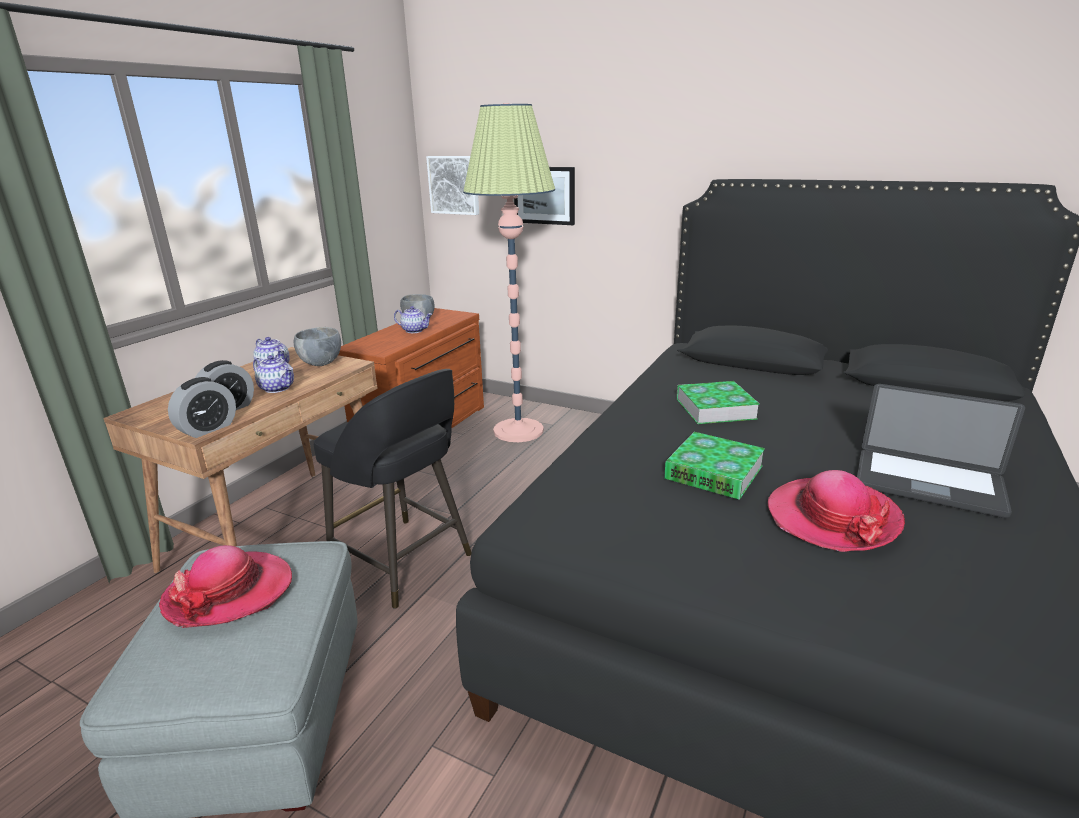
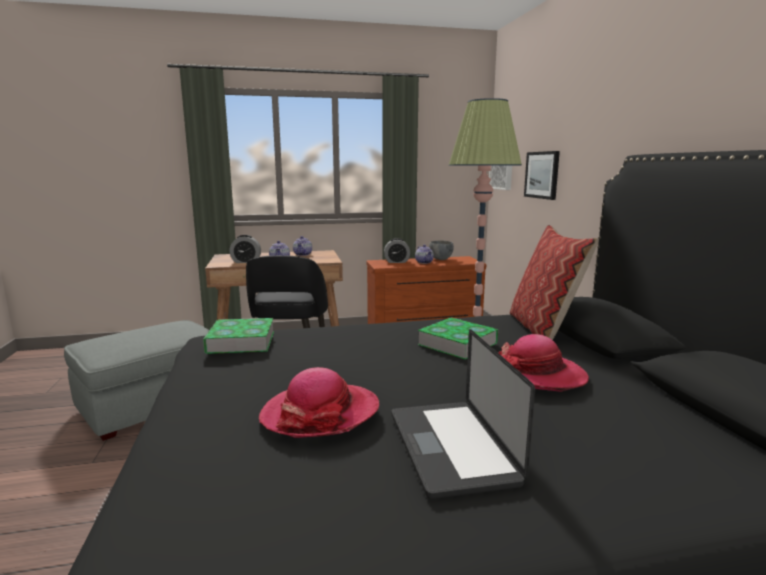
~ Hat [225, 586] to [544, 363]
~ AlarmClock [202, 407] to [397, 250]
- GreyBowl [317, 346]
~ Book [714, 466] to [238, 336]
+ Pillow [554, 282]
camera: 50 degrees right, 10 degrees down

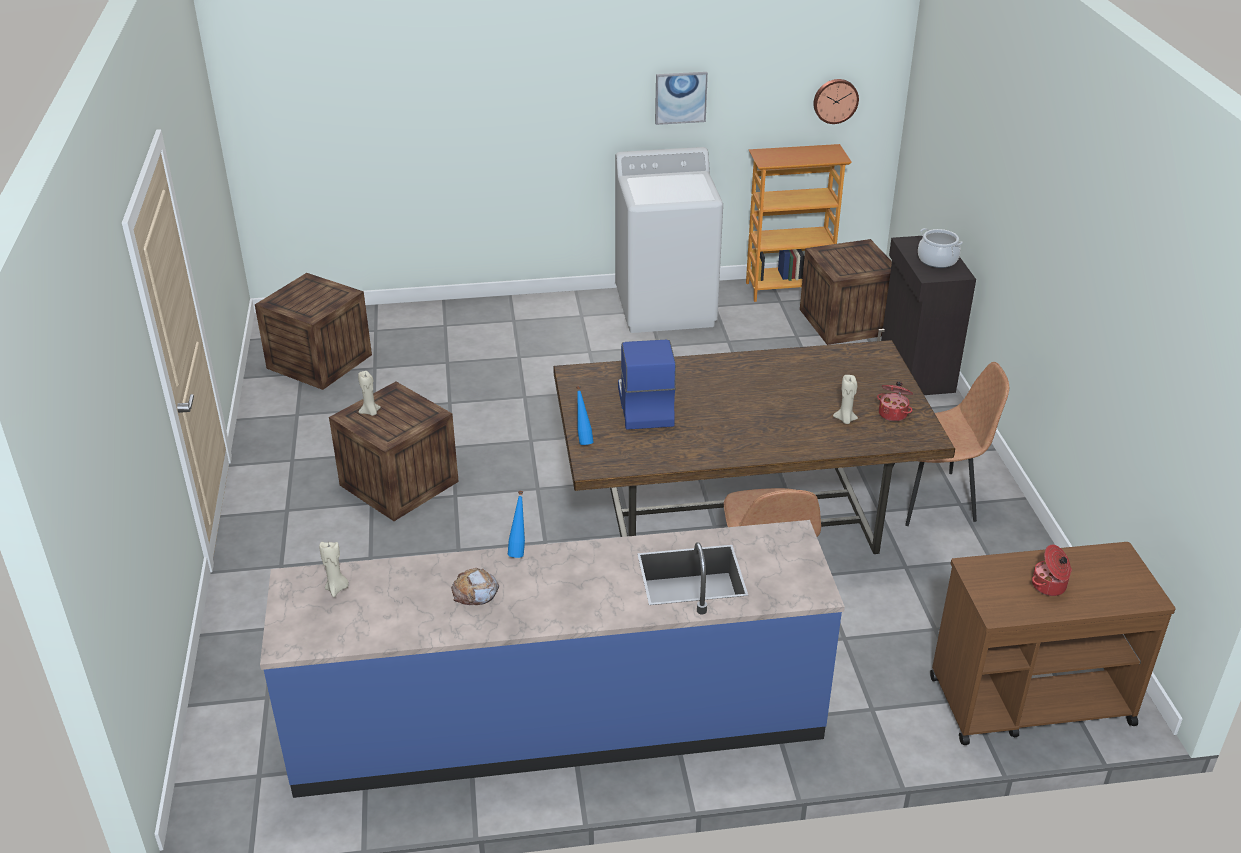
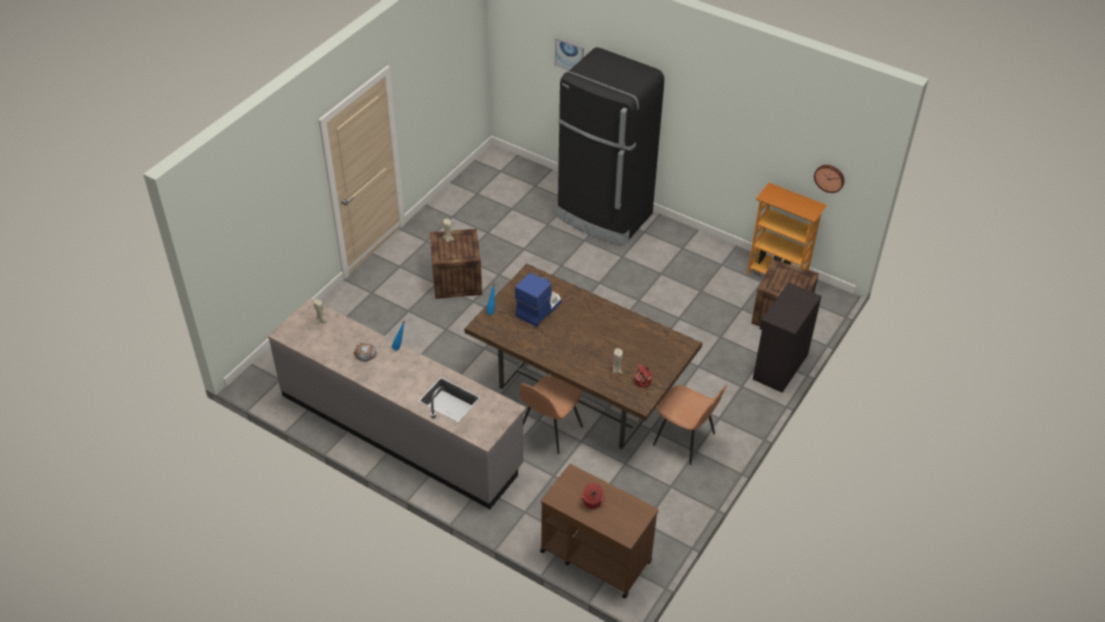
- Crate [313, 331]
~ BlueCounter [552, 659] to GreyCounter [397, 403]
- WhiteWashingMachine [669, 240]
~ Picture [681, 98] to [569, 54]
- CookingPot [940, 248]
+ BlackFridge [610, 146]
camera: 40 degrees right, 10 degrees up

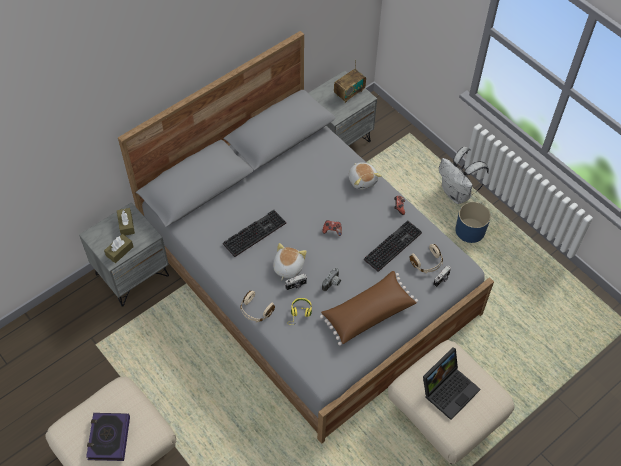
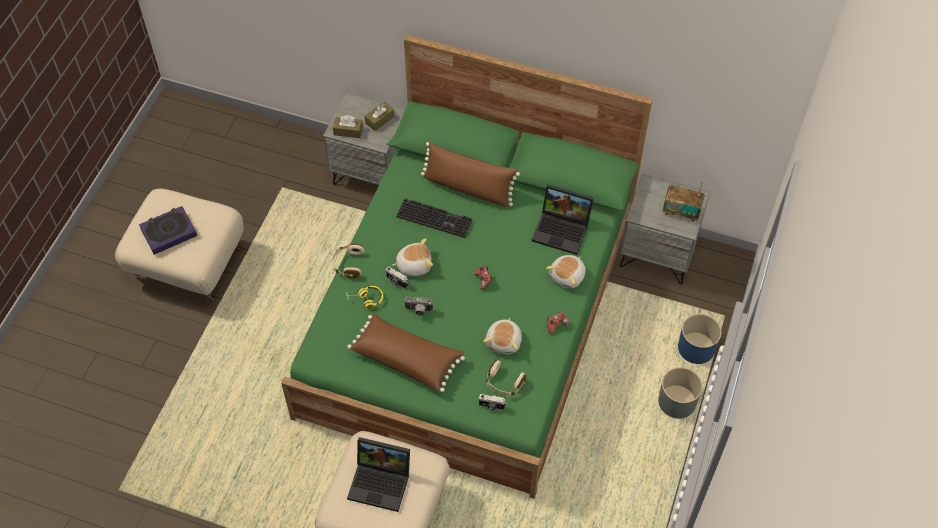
~ GreyBed [306, 237] to GreenBed [467, 267]
~ Keyboard [393, 246] to PlushToy [502, 336]
~ WhiteBackpack [464, 175] to GreyPlanter [680, 392]
~ BluePlanter [473, 222] to [700, 339]
+ BrownPillow [470, 174]
+ Laptop [563, 220]
camera: 60 degrees right, 0 degrees up

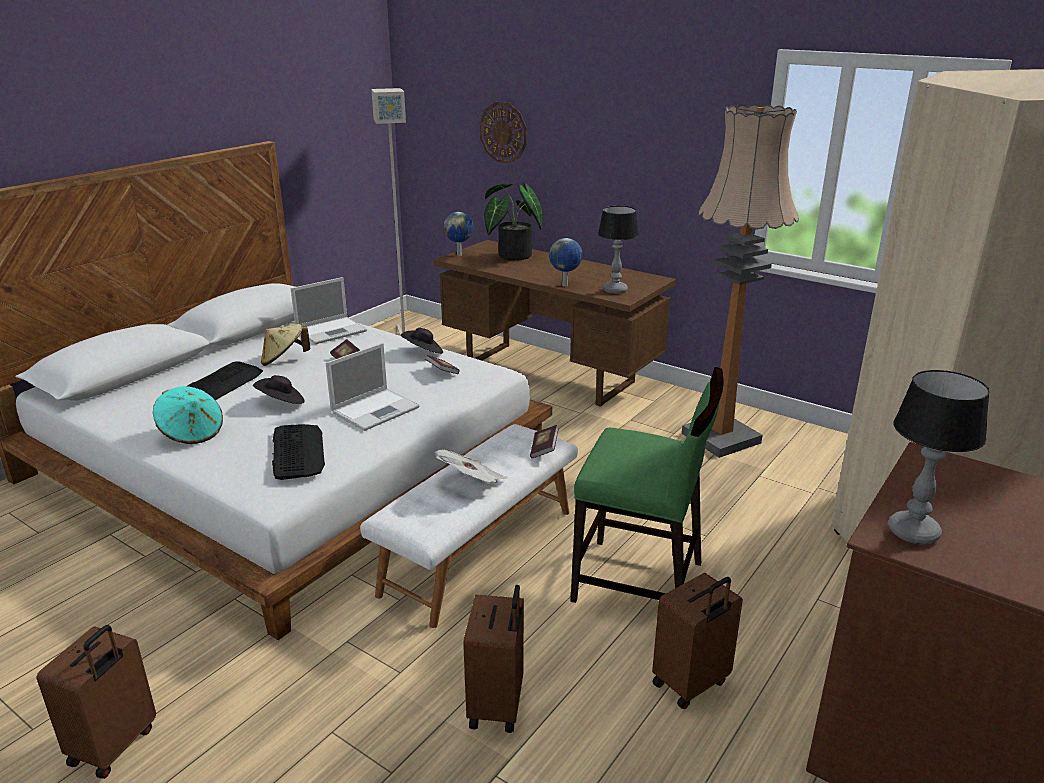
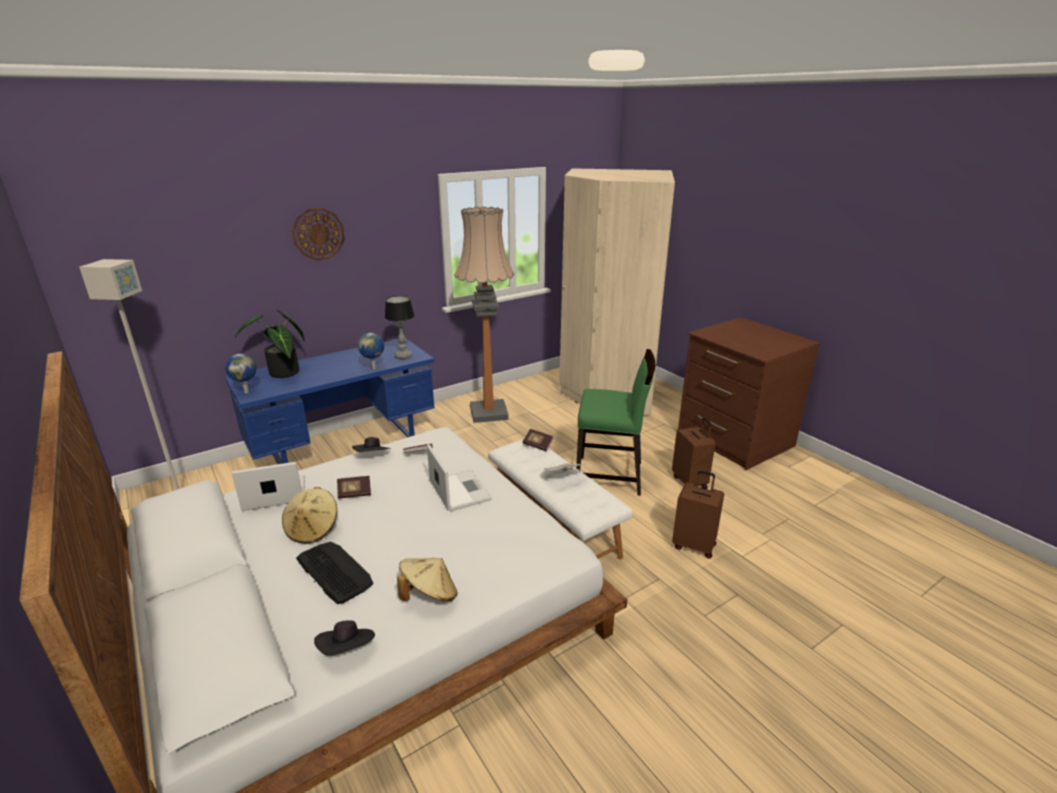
- BrownSuitcase [96, 702]
~ TurquoiseHat [188, 415] to BeigeHat [427, 579]
~ BlackHat [279, 389] to [344, 638]
- Keyboard [298, 452]
~ Laptop [329, 310] = [268, 486] 90 degrees counterclockwise
~ BrownDesk [554, 323] to BlueDesk [329, 401]
~ WallClock [503, 132] to [318, 234]
~ GreenChair [646, 485] = [615, 422] 60 degrees clockwise
- TableLamp [939, 457]
camera: 70 degrees left, 0 degrees up

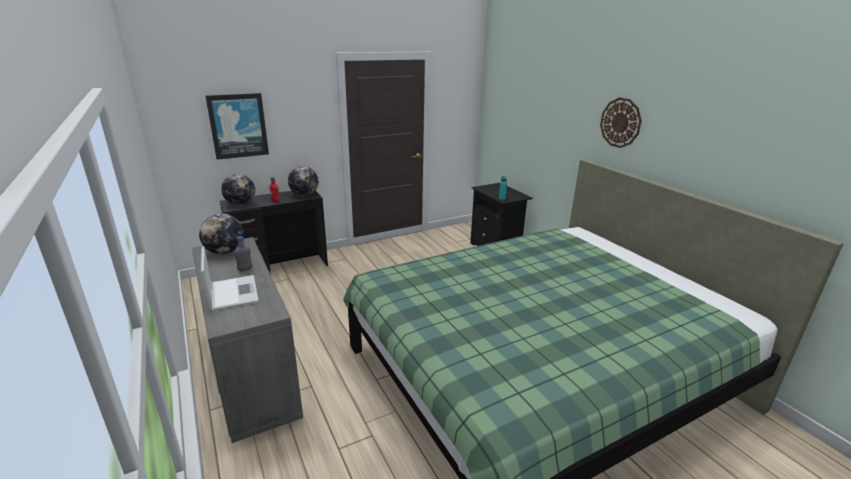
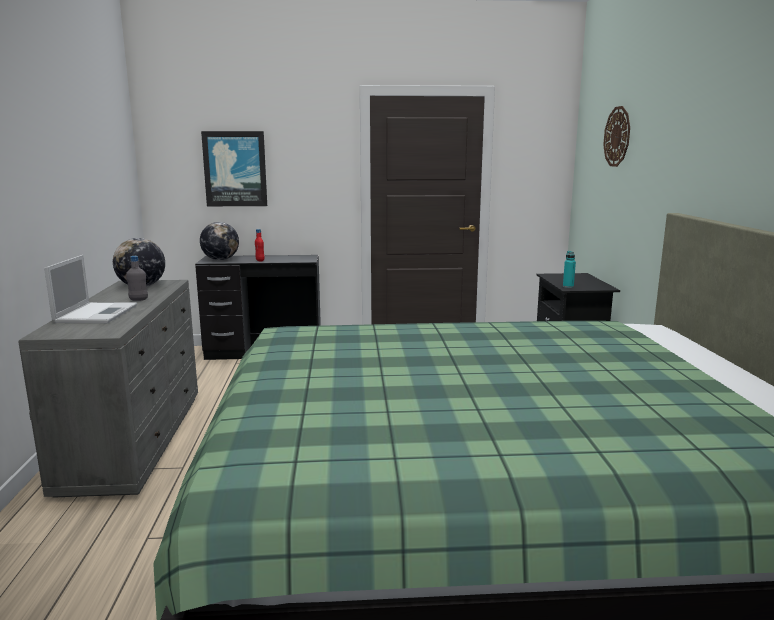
- Globe [303, 181]
~ WallClock [621, 123] to [616, 136]
camera: 25 degrees right, 10 degrees down

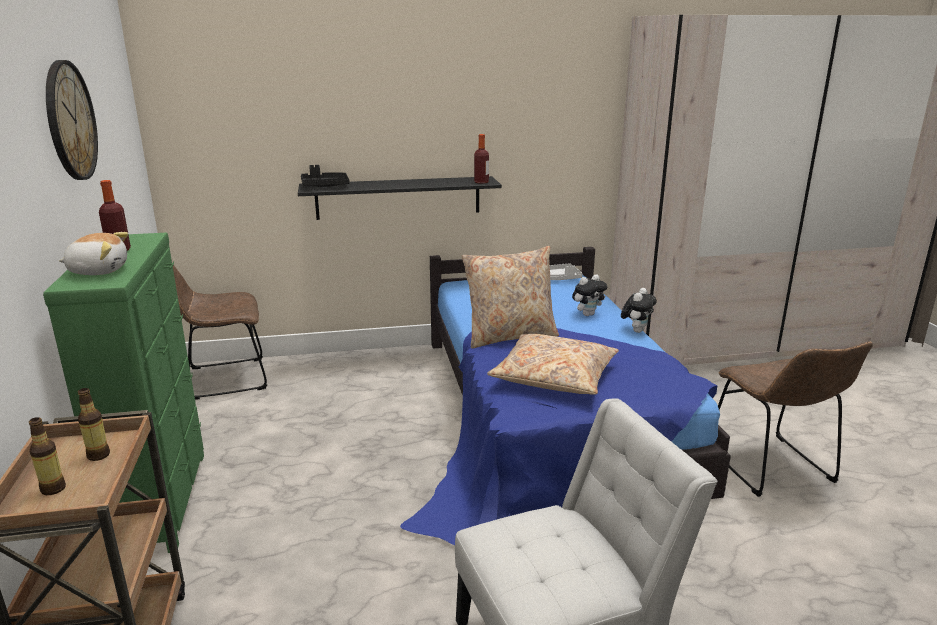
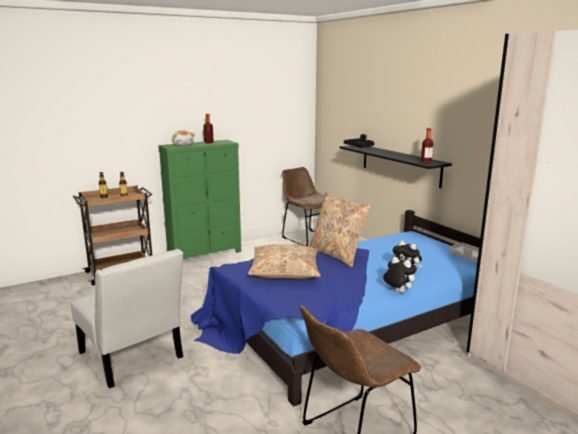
- WallClock [72, 120]
~ PlushToy [639, 310] = [400, 275] 150 degrees counterclockwise
camera: 70 degrees right, 5 degrees down

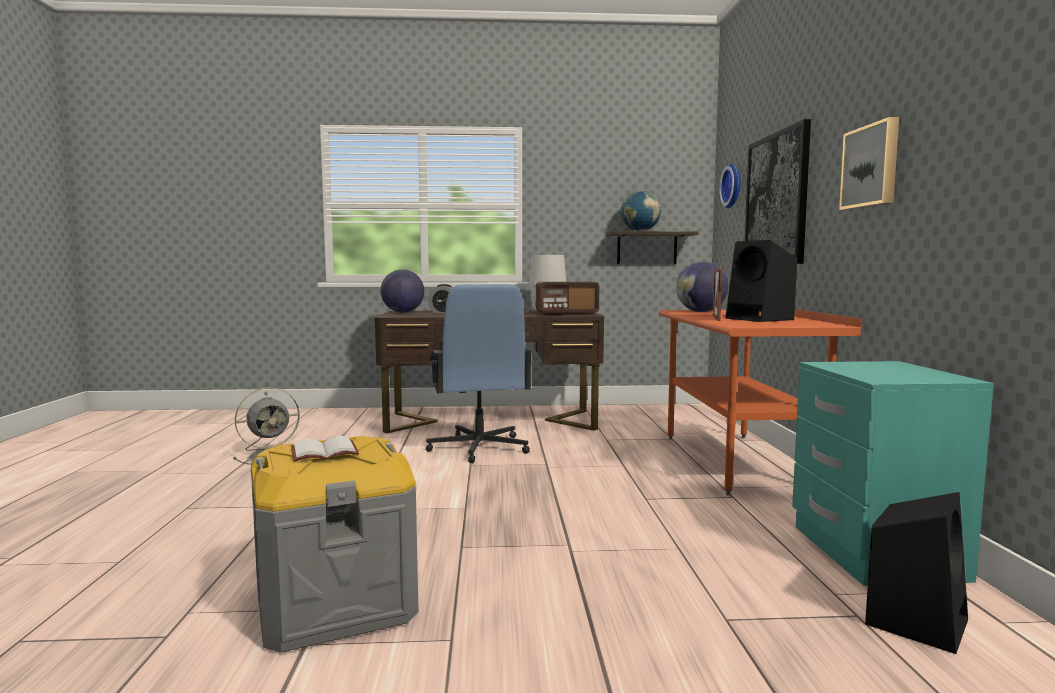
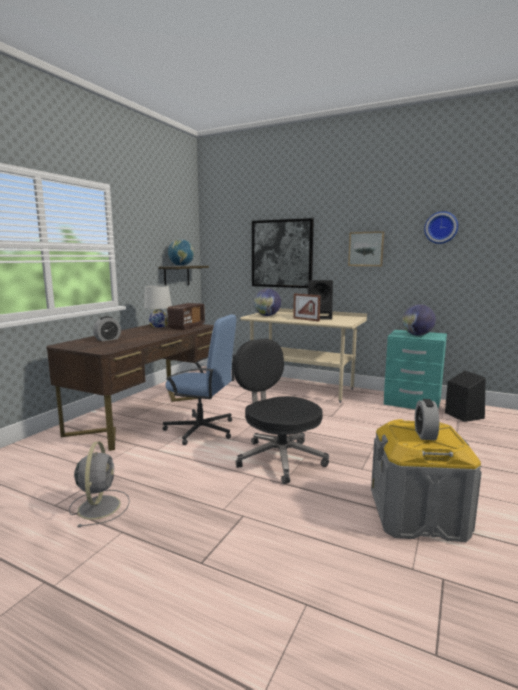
~ WhiteBook [325, 449] to AlarmClock [427, 419]
~ Globe [402, 291] to [419, 320]
~ OrangeDesk [760, 402] to BeigeDesk [303, 355]
~ WallClock [730, 186] to [441, 227]
+ BlackOfficeChair [281, 411]
camera: 60 degrees left, 5 degrees up

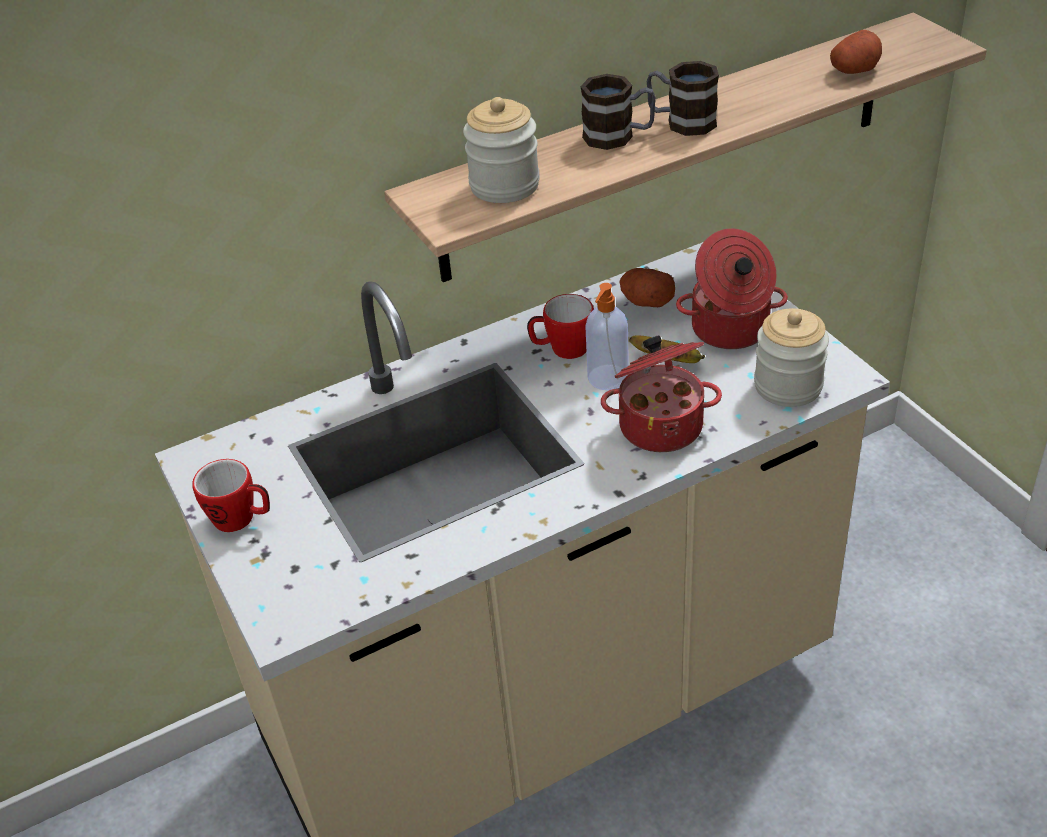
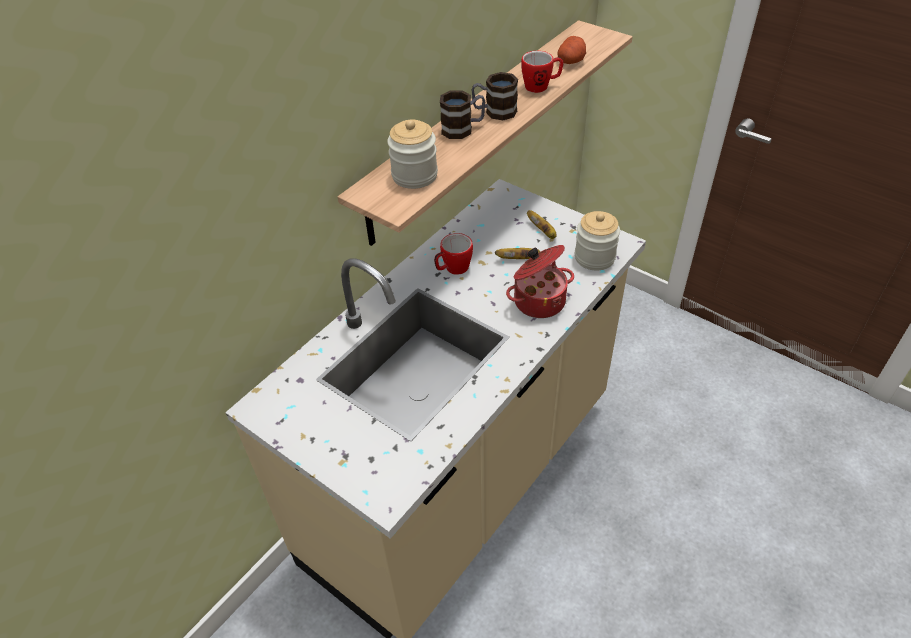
~ Mug [231, 495] to [542, 72]
- SoapDispenser [607, 336]
- Potato [647, 287]
~ CookingPot [732, 289] to Banana [542, 224]
camera: 25 degrees left, 5 degrees up

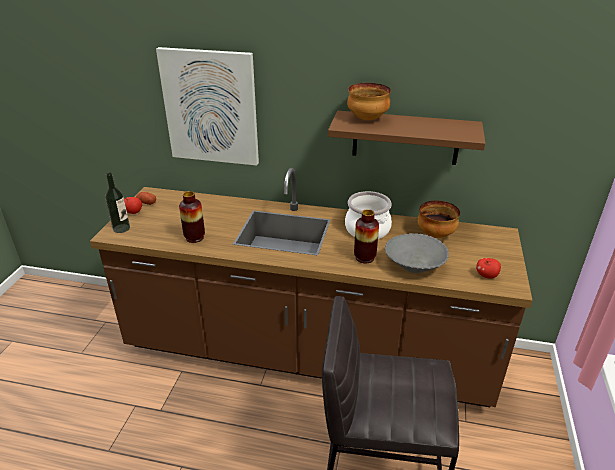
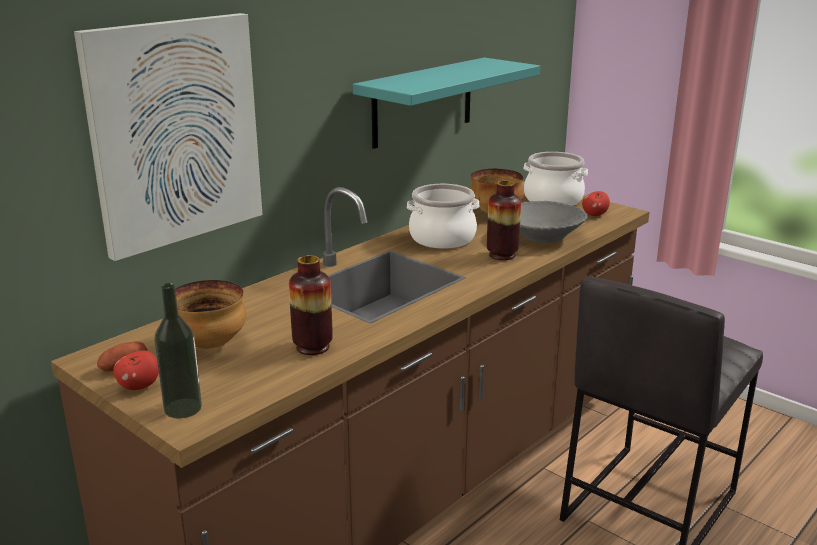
~ BrownShelf [406, 138] to TurquoiseShelf [446, 103]
~ Bowl [369, 101] to [210, 314]
+ CookingPot [556, 179]
camera: 60 degrees left, 10 degrees down

